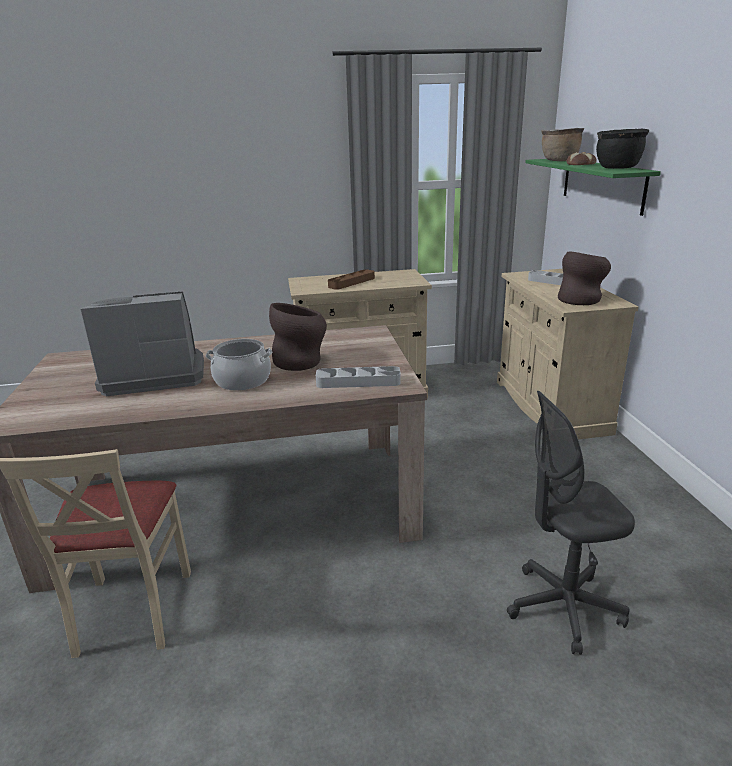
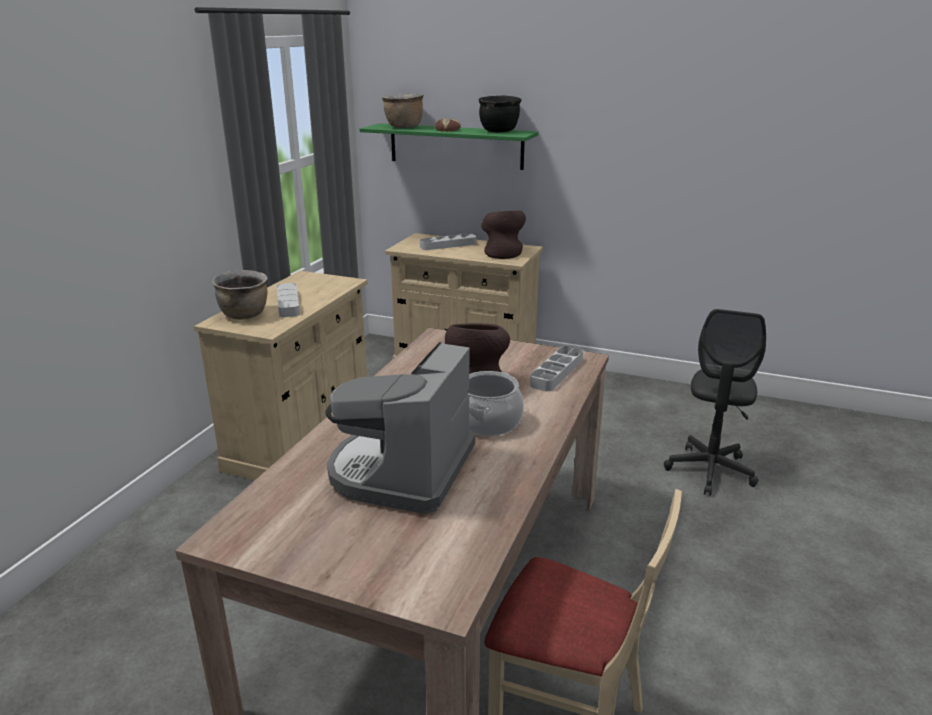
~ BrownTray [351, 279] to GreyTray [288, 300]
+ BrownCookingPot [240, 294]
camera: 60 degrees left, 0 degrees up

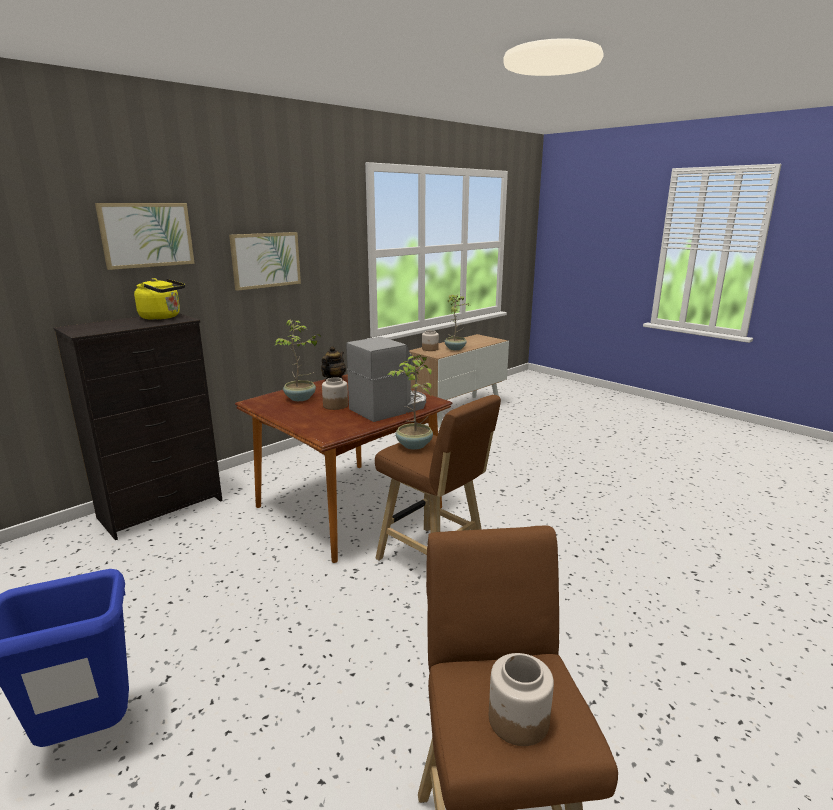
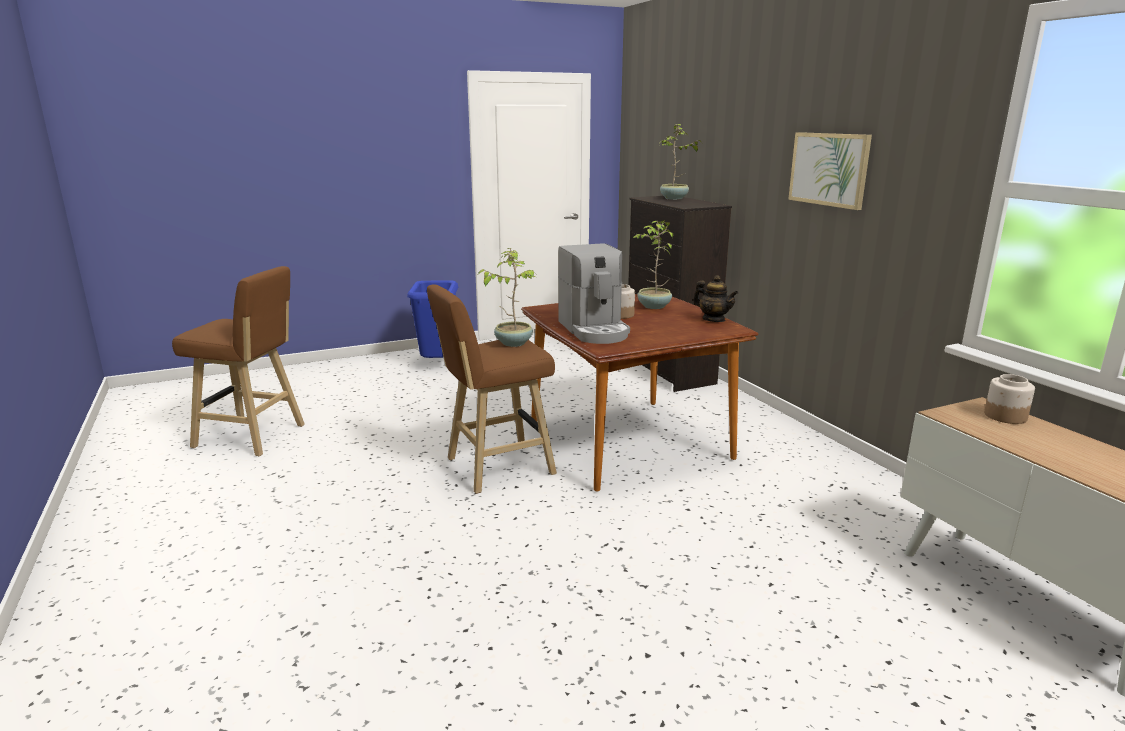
- Picture [145, 236]
- YellowKettle [159, 299]
~ PottedPlant [458, 322] to [681, 162]
- Jar [521, 699]
camera: 110 degrees right, 0 degrees up

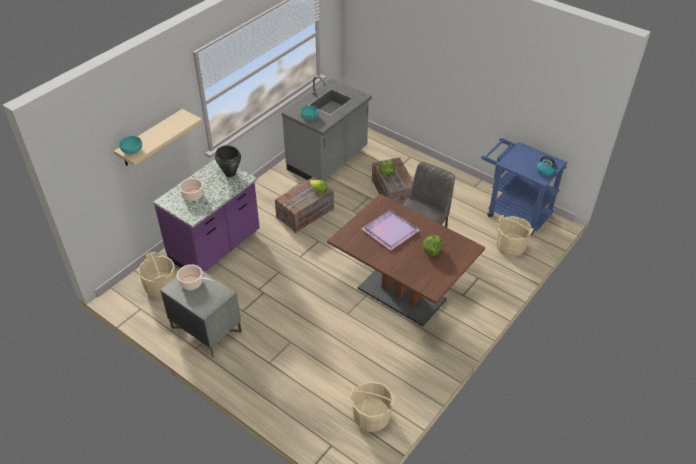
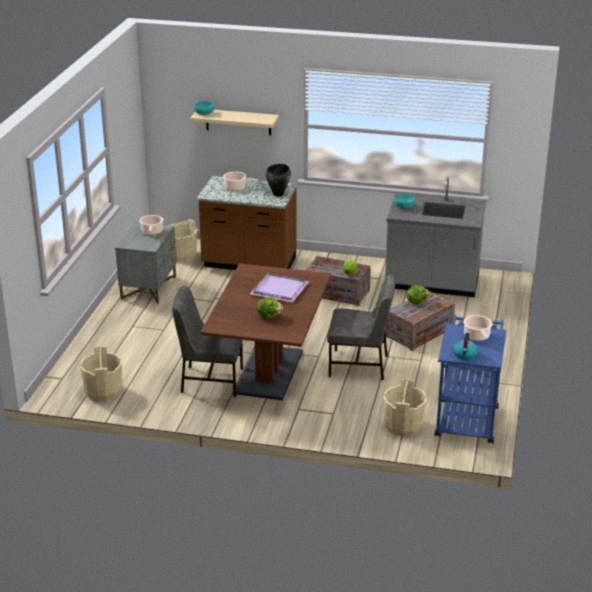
~ PurpleCounter [206, 215] to BrownCounter [247, 223]
+ GreyChair [207, 341]
+ CookingPot [477, 328]
camera: 65 degrees right, 15 degrees down

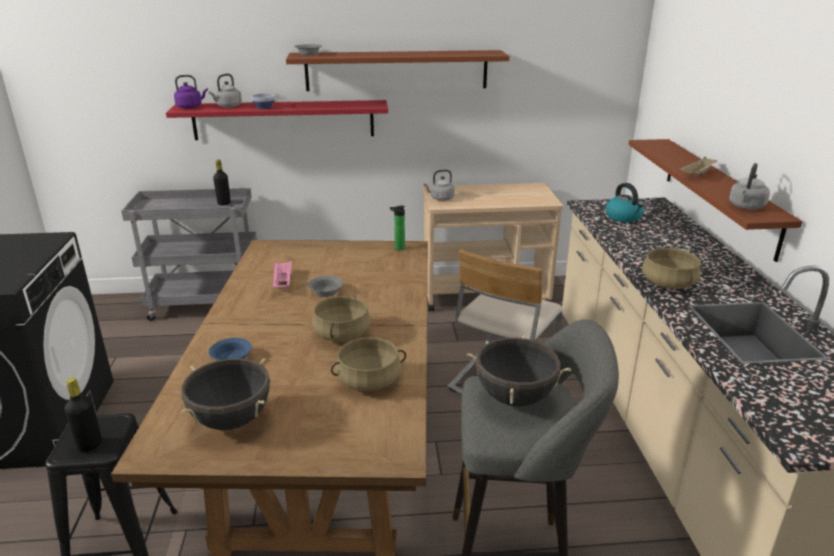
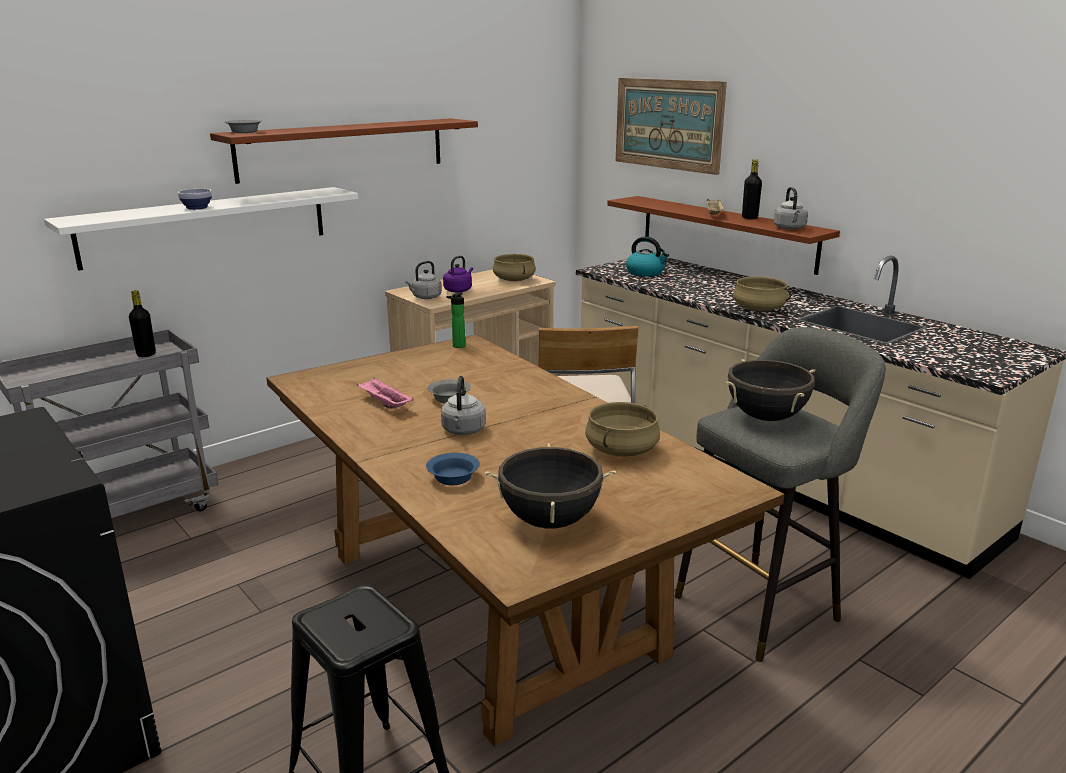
~ BlackBottle [83, 415] to [752, 189]
~ RedShelf [277, 120] to WhiteShelf [201, 229]
~ PurpleKettle [191, 91] to [458, 274]
~ GreyKettle [225, 91] to [463, 405]
~ BeigeCookingPot [341, 319] to [514, 267]
+ Picture [671, 126]
camera: 35 degrees left, 5 degrees down

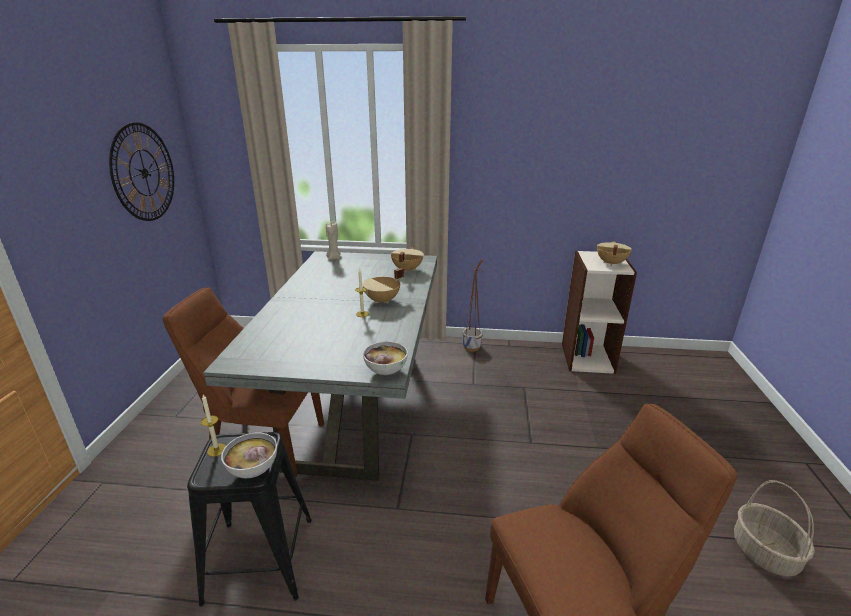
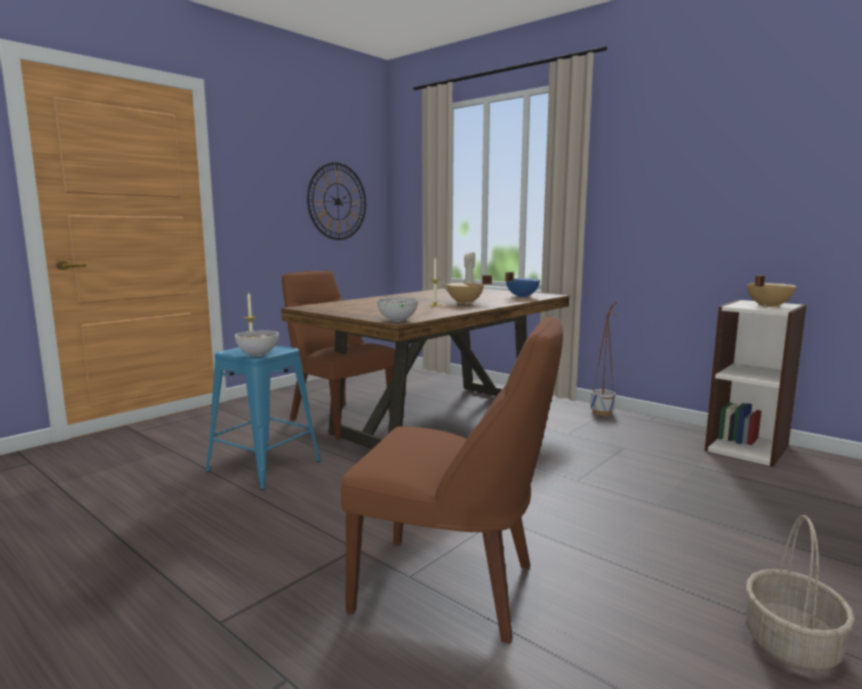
~ BlackStool [249, 519] to BlueStool [263, 417]
~ GreyDiningTable [320, 366] to BrownDiningTable [425, 368]
~ BeigeCookingPot [407, 260] to BlueCookingPot [522, 285]
camera: 35 degrees right, 15 degrees down

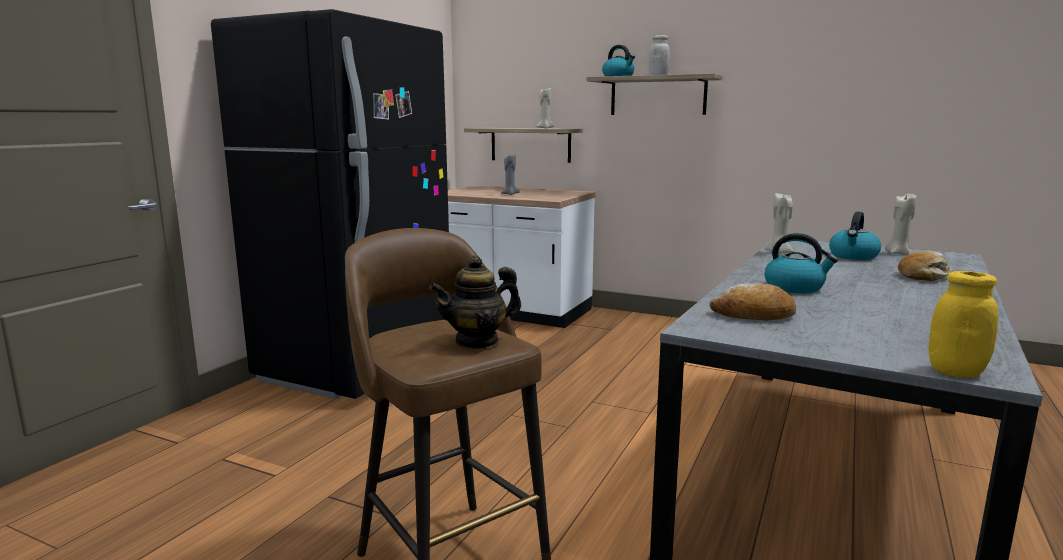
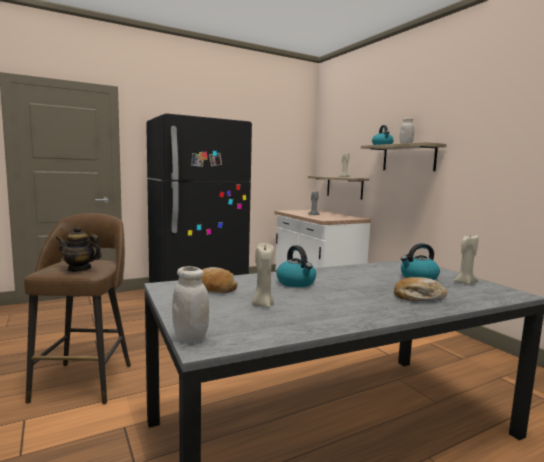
~ BeigeCandle [779, 223] to [263, 275]
~ YellowJar [963, 324] to WhiteJar [190, 304]
camera: 35 degrees right, 5 degrees down

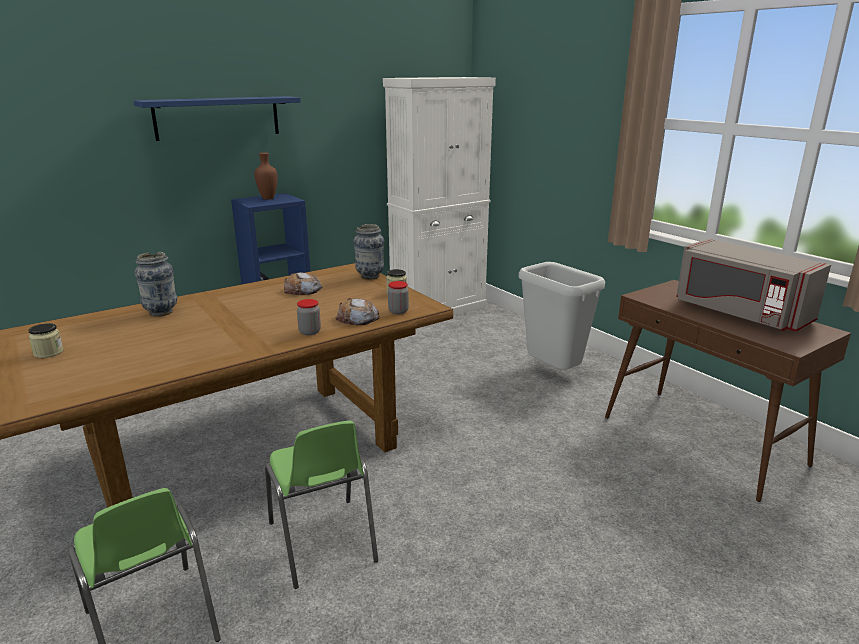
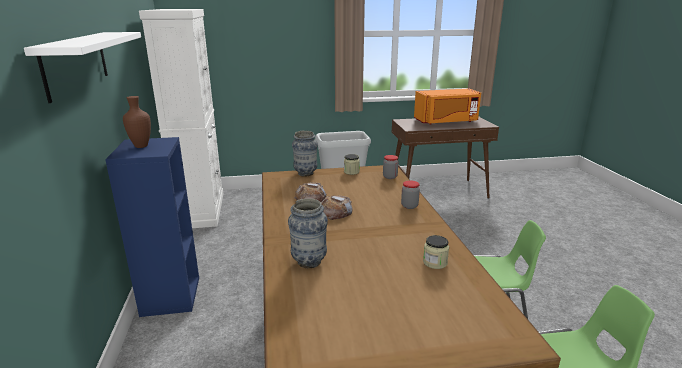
~ Jar [46, 340] to [436, 252]
~ BlueShelf [217, 118] to WhiteShelf [82, 67]
~ Bread [357, 311] to [337, 207]
~ GreyMicrowave [753, 285] to OrangeMicrowave [447, 107]
camera: 65 degrees left, 0 degrees up

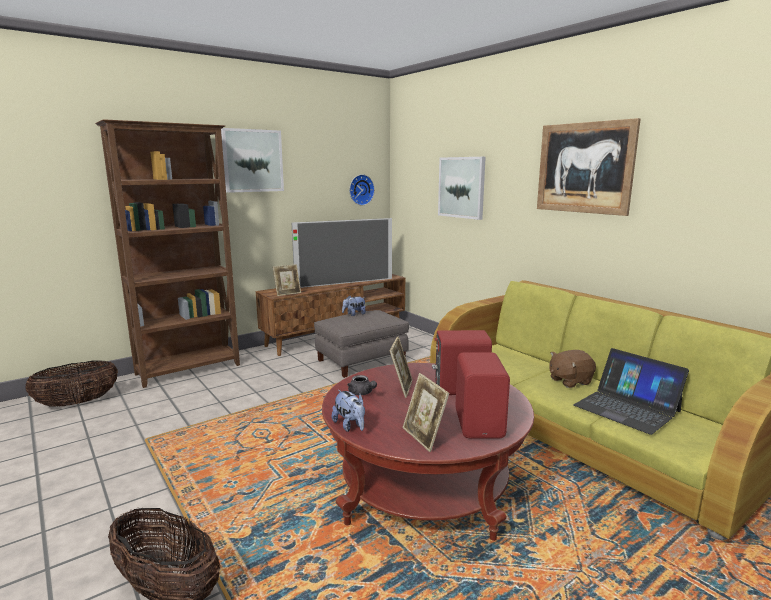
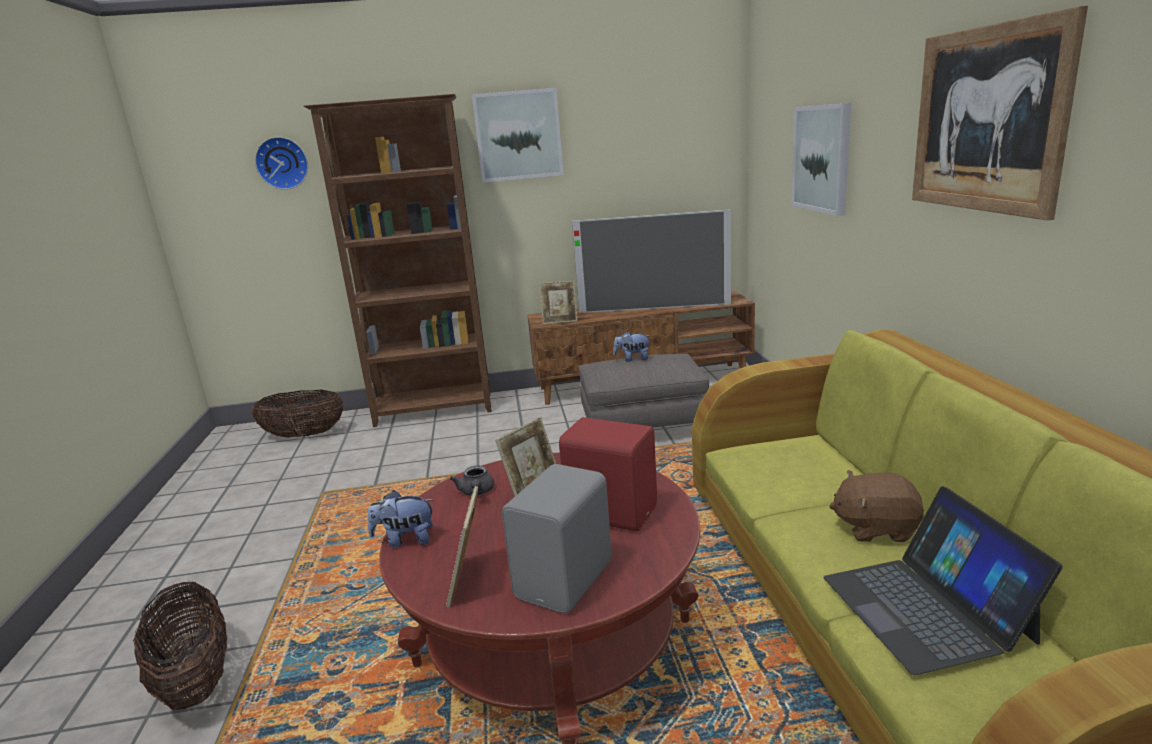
~ PlushToy [348, 411] = [400, 519] 90 degrees clockwise
~ WallClock [362, 189] to [281, 163]
~ RedSpeaker [482, 395] to GreySpeaker [557, 539]
camera: 30 degrees right, 5 degrees up

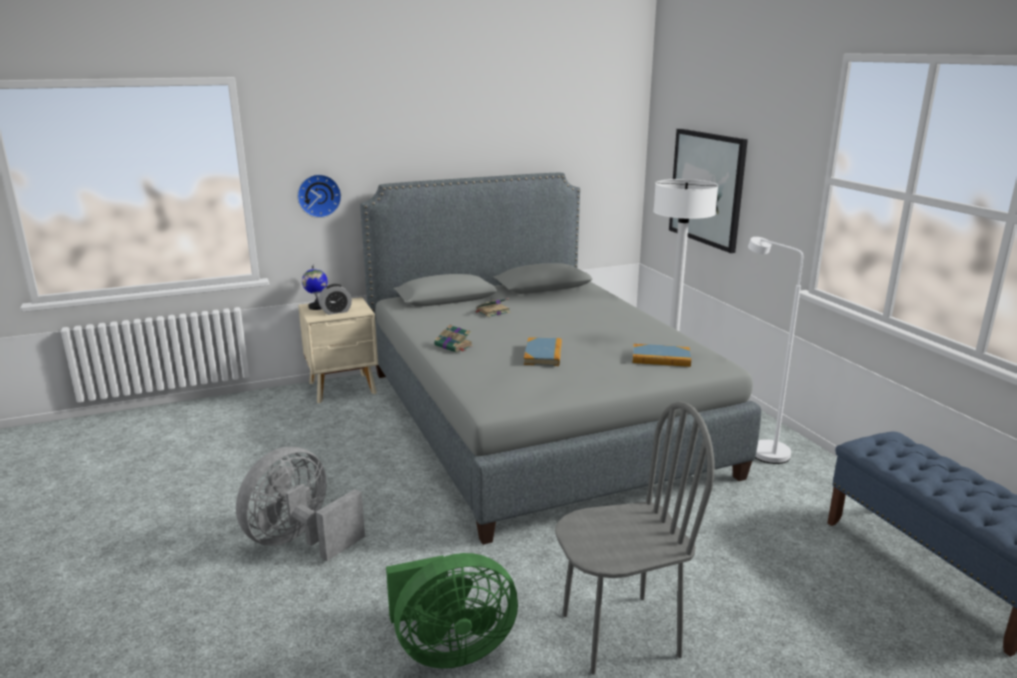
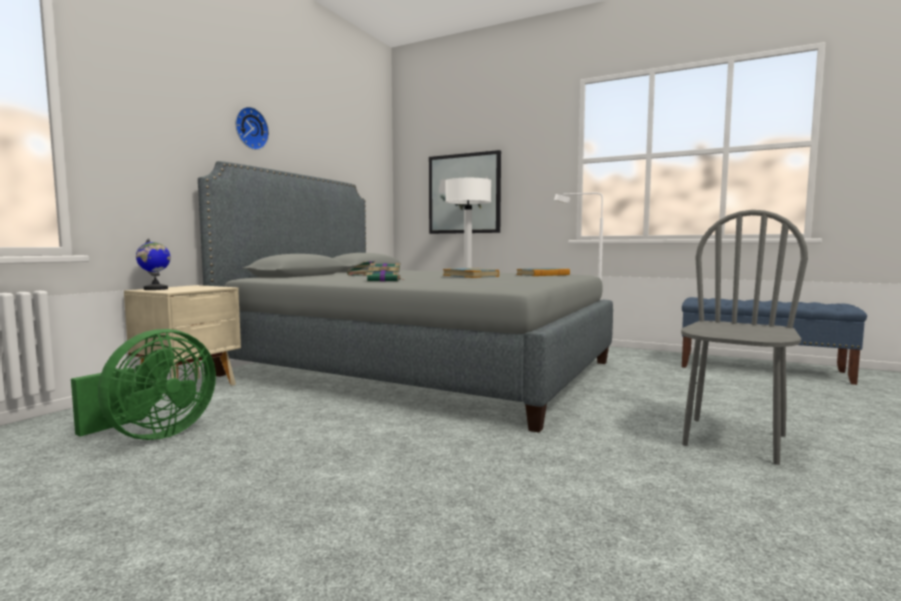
- GreyFan [300, 504]
~ WallClock [319, 196] to [252, 128]
- AlarmClock [335, 299]
~ GreenFan [452, 610] to [143, 384]
camera: 40 degrees left, 15 degrees down

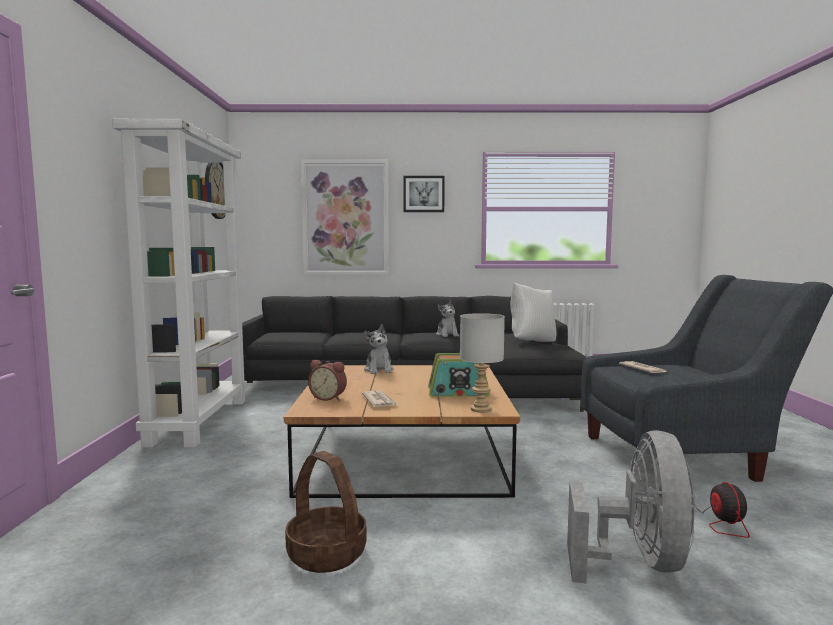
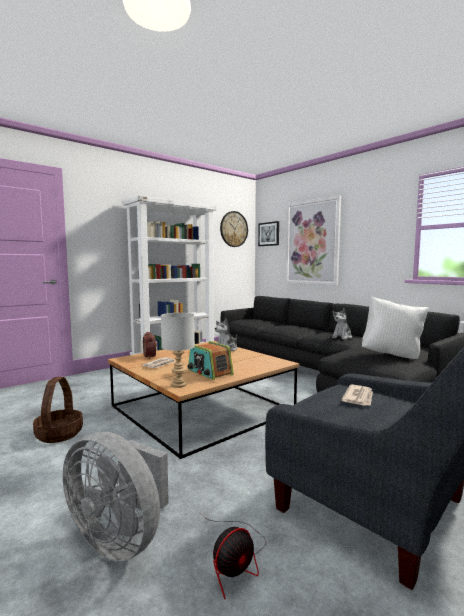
~ Picture [424, 194] to [268, 233]
~ GreyFan [631, 507] = [116, 496] 60 degrees clockwise
camera: 50 degrees right, 0 degrees up

